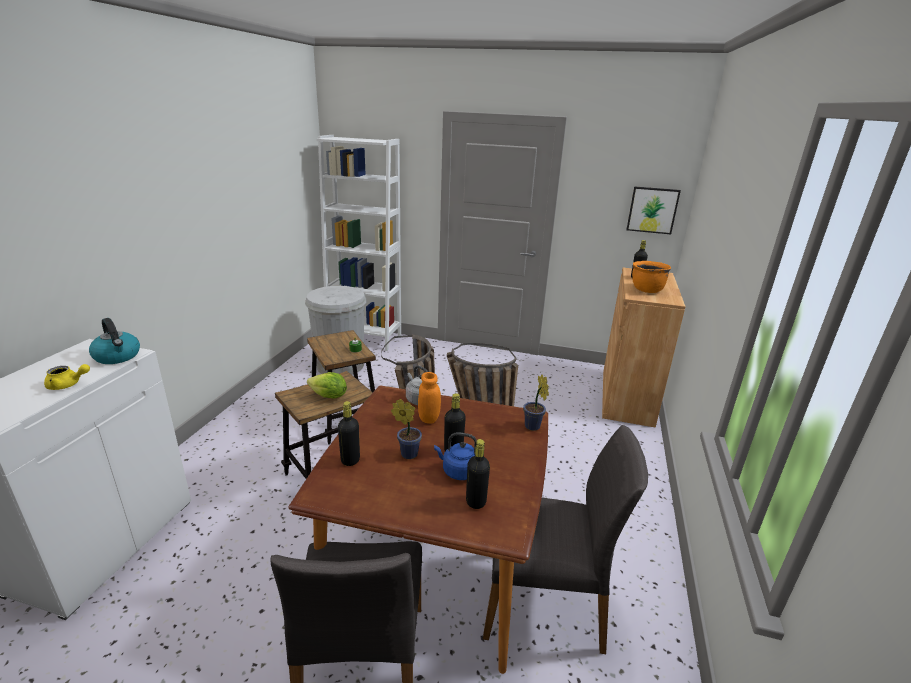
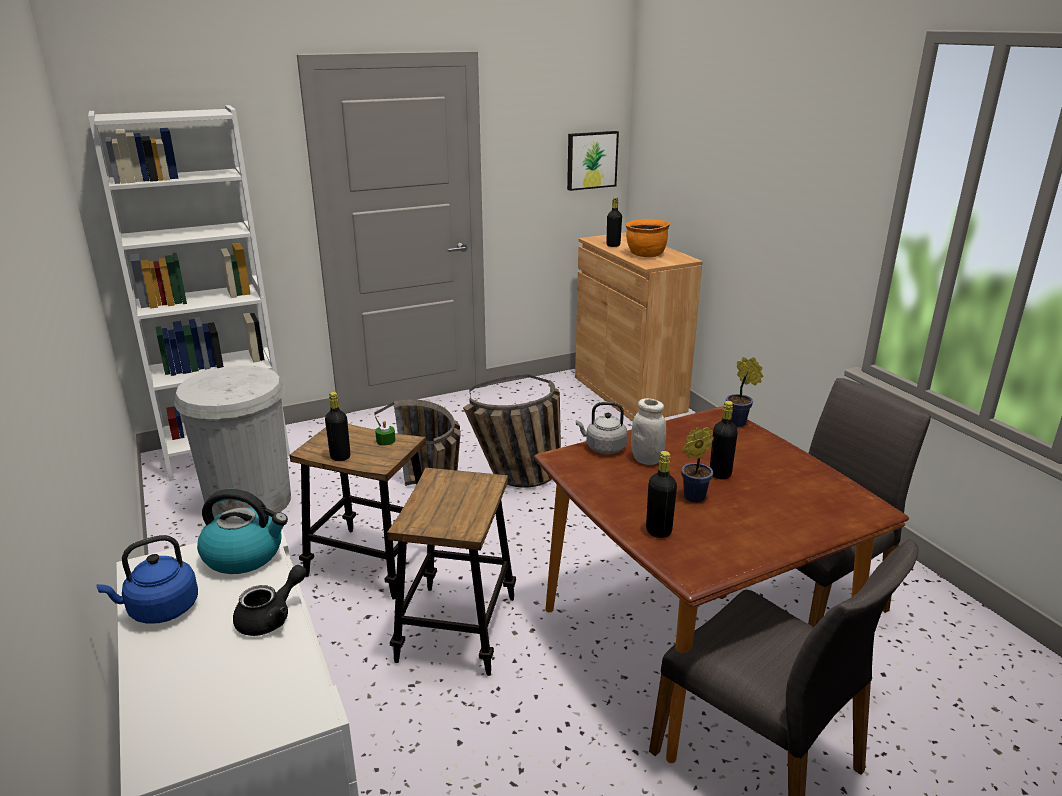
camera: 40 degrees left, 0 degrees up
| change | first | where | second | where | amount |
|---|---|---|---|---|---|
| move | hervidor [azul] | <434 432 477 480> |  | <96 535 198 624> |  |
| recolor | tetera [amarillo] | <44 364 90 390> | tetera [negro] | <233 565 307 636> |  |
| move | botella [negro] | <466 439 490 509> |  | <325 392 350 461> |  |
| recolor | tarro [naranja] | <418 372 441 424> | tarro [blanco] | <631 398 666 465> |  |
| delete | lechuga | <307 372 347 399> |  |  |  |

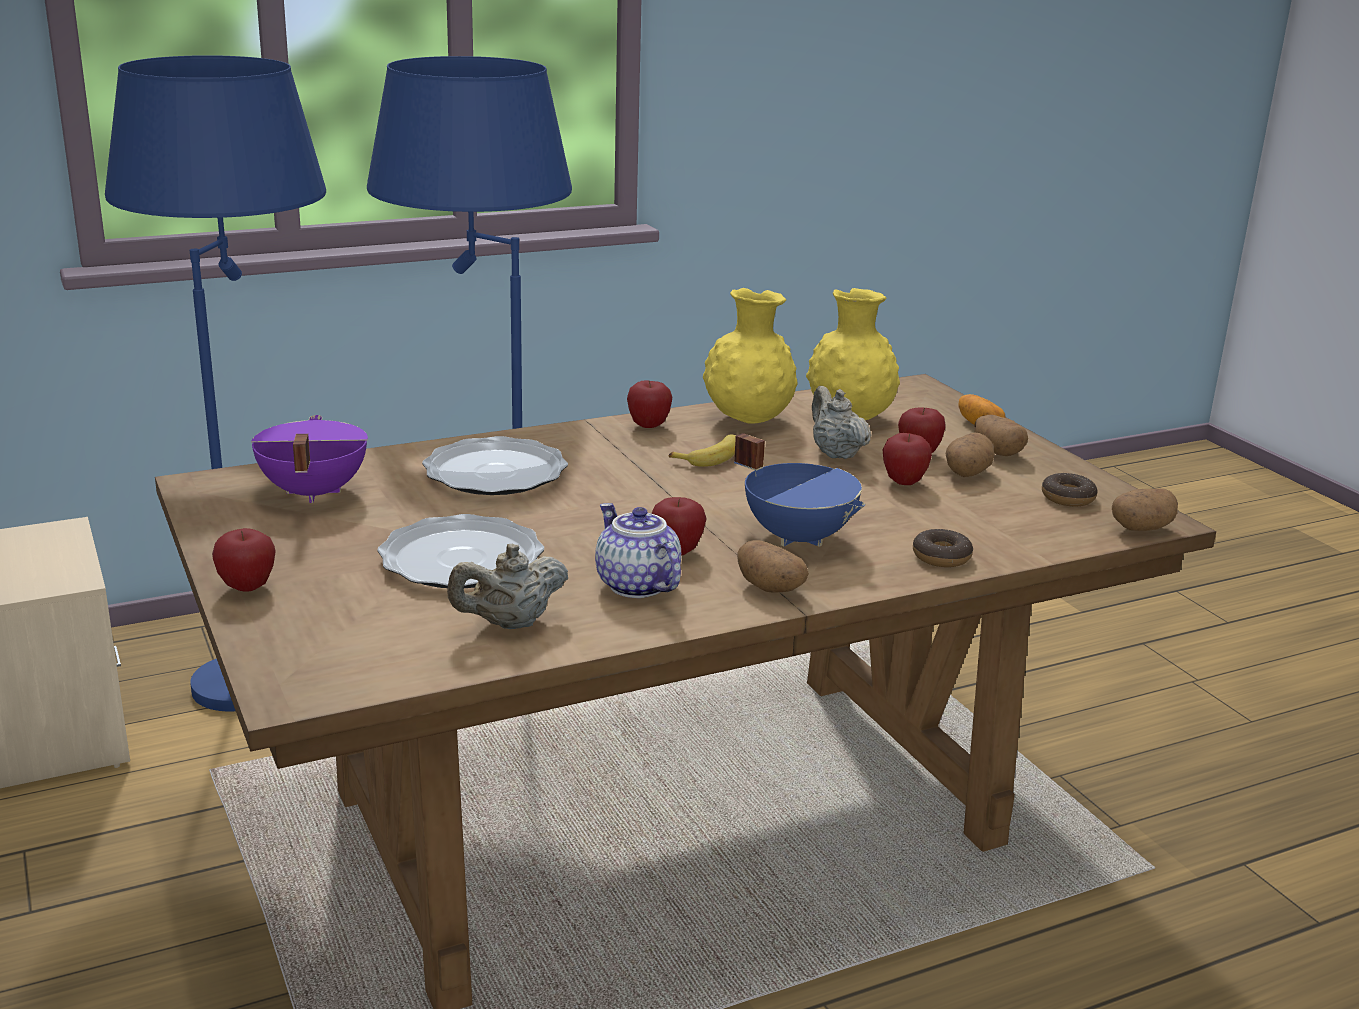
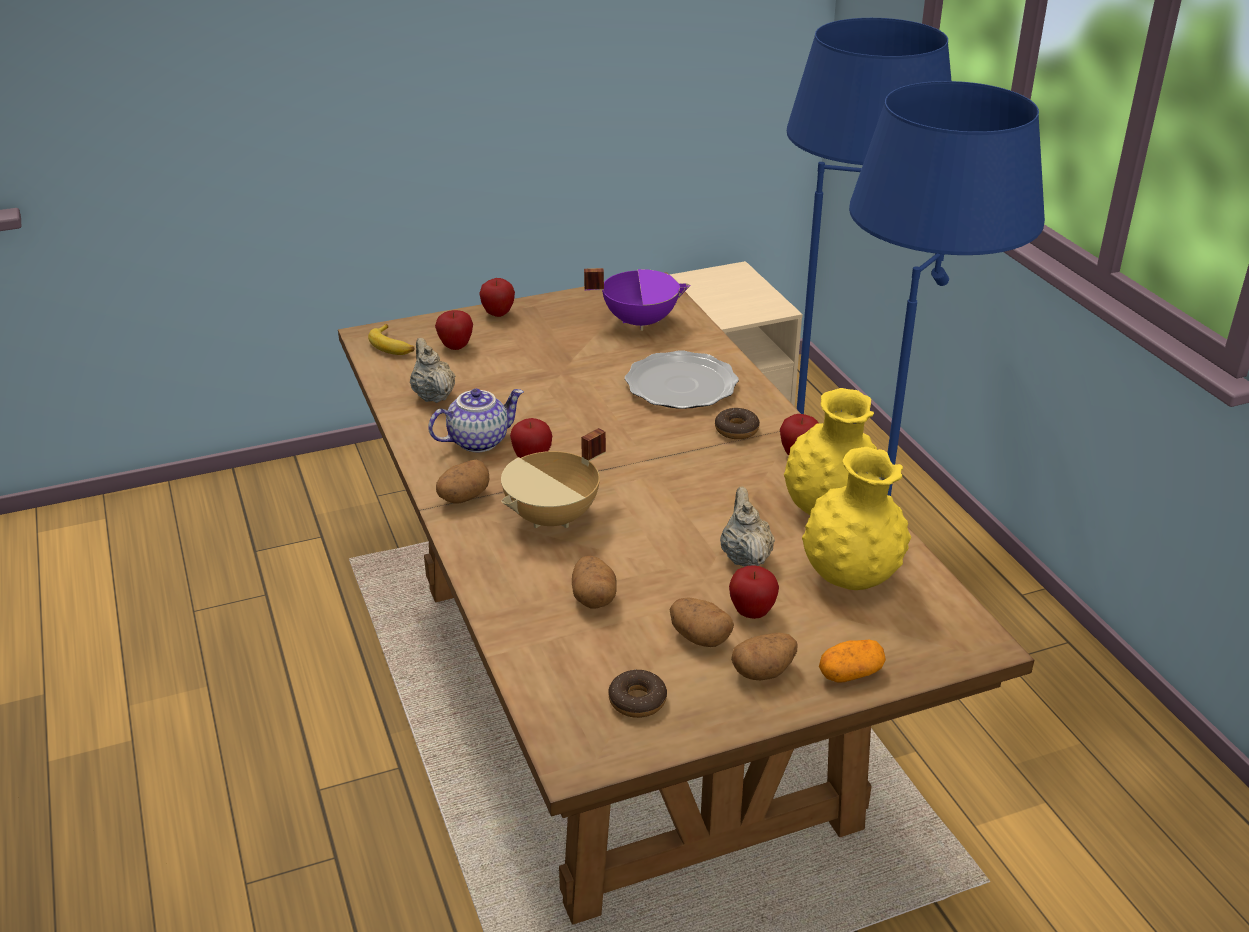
camera: 95 degrees right, 10 degrees up
| change | first | where | second | where | amount |
|---|---|---|---|---|---|
| move | plátano | <669 434 736 467> |  | <368 324 415 355> |  |
| move | manzana | <882 433 932 485> |  | <435 310 473 350> |  |
| recolor | olla [azul] | <734 433 865 547> | olla [beis] | <501 428 606 528> |  |
| move | patata | <1112 488 1178 531> |  | <572 555 617 609> |  |
| move | rosquilla | <913 529 973 567> |  | <715 408 760 439> |  |
| rotate | tetera [beis] | <812 386 871 459> |  | <720 486 775 567> | 75 degrees counterclockwise |
| delete | plato | <377 514 544 588> |  |  |  |

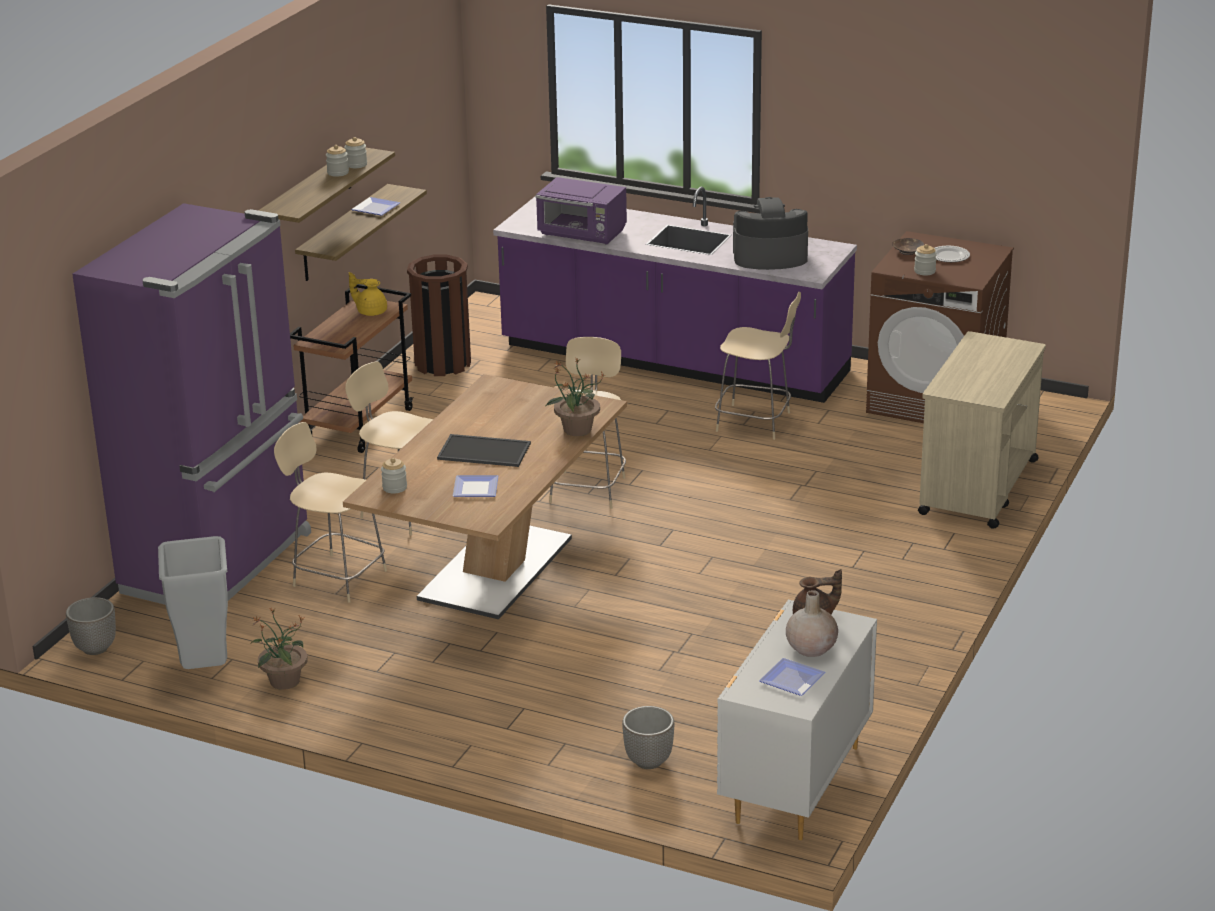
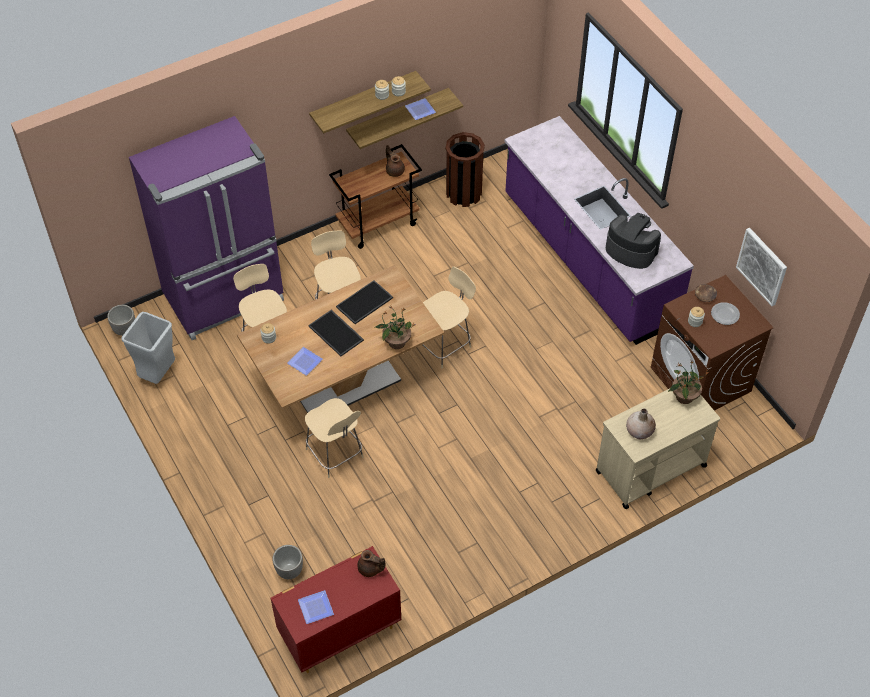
camera: 35 degrees right, 25 degrees up
| change | first | where | second | where | amount |
|---|---|---|---|---|---|
| recolor | cómoda [blanco] | <717 600 877 840> | cómoda [rojo] | <270 546 401 673> |  |
| move | silla [beis] | <715 292 801 440> |  | <305 398 363 478> |  |
| insert |  |  | bandeja | <336 280 393 324> |  |
| recolor | tetera [amarillo] | <349 272 387 316> | tetera [marrón] | <386 145 405 177> |  |
| move | florero [beis] | <786 590 838 657> |  | <626 408 656 440> |  |
| move | planta en maceta | <251 607 308 690> |  | <668 361 709 404> |  |
| insert |  |  | cuadro | <736 228 787 306> |  |
| delete | microondas [morado] | <535 177 627 244> |  |  |  |

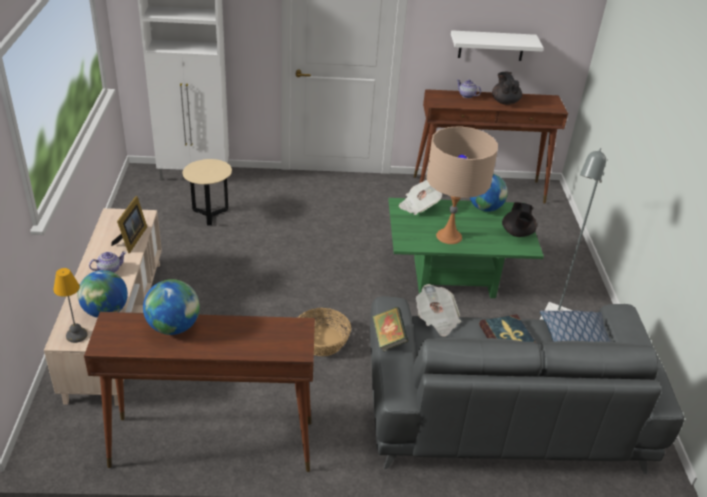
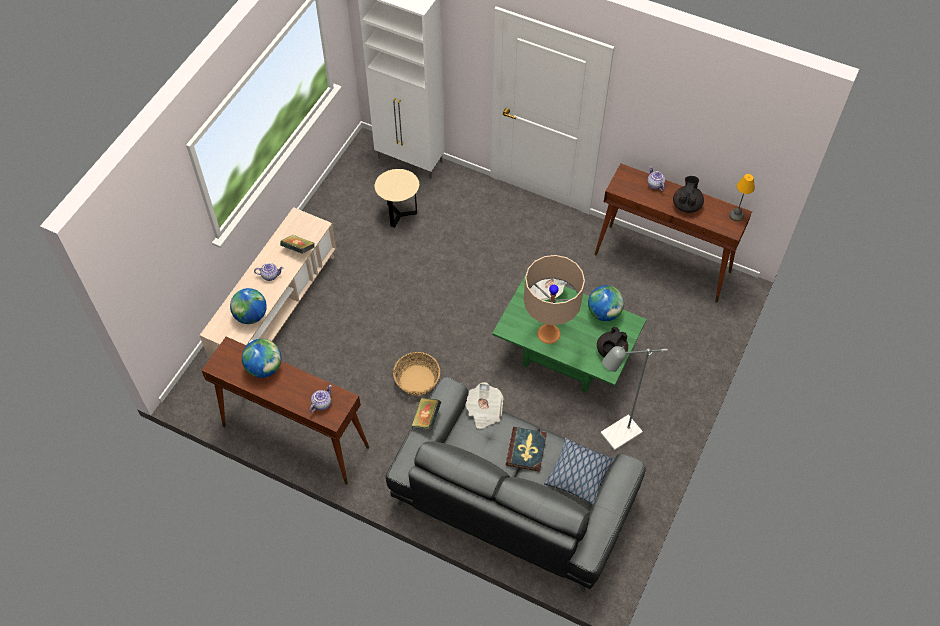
camera: 30 degrees right, 20 degrees up
| change | first | where | second | where | amount |
|---|---|---|---|---|---|
| replace | portarretratos | <111 196 147 253> | libro | <280 235 315 254> |  |
| insert |  |  | tetera | <310 385 332 412> |  |
| move | lámpara de mesa | <53 268 87 343> |  | <729 174 755 221> |  |
| delete | estante [blanco] | <451 30 544 61> |  |  |  |

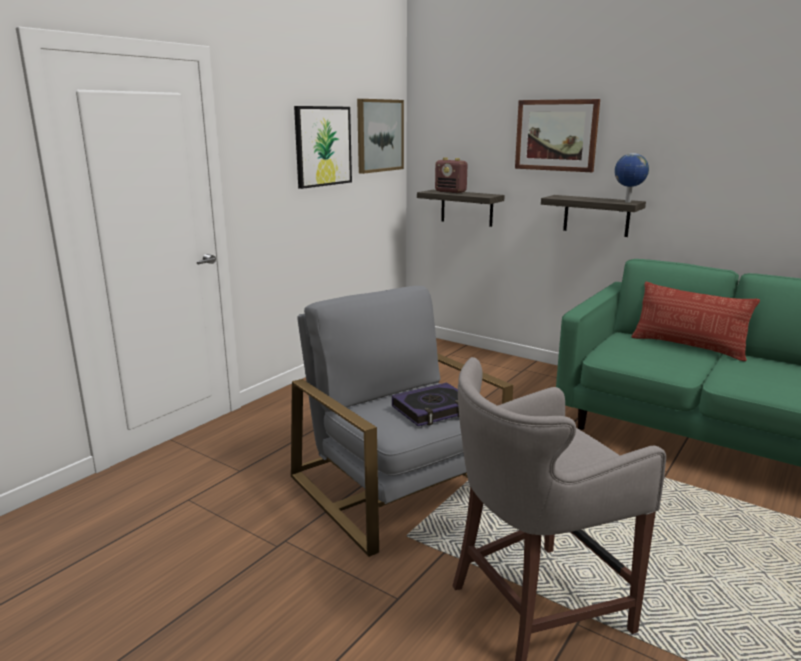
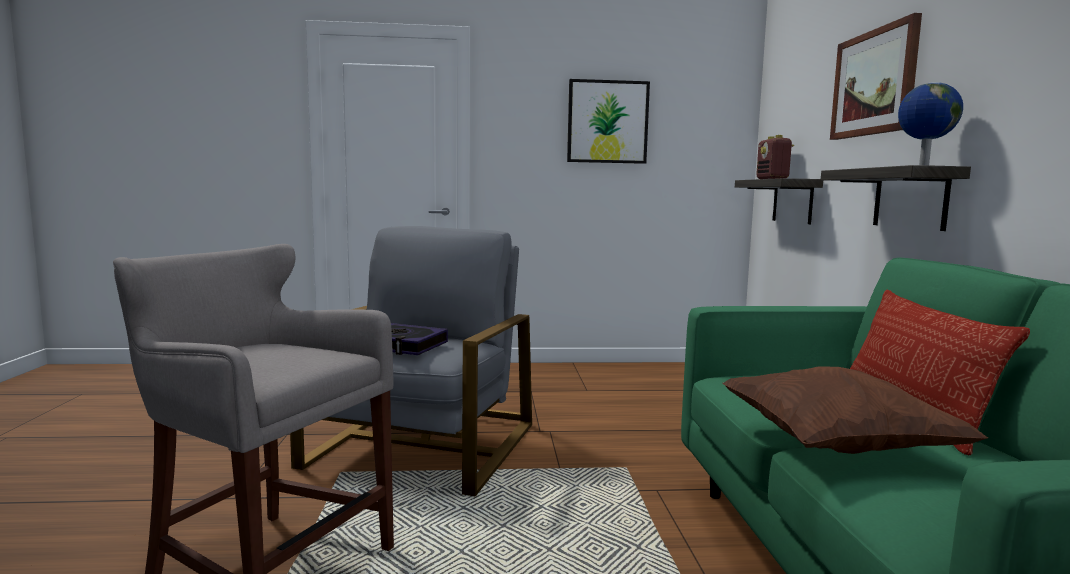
camera: 50 degrees right, 10 degrees down
| change | first | where | second | where | amount |
|---|---|---|---|---|---|
| insert |  |  | cojín [marrón] | <722 366 988 454> |  |
| delete | cuadro | <357 99 404 174> |  |  |  |

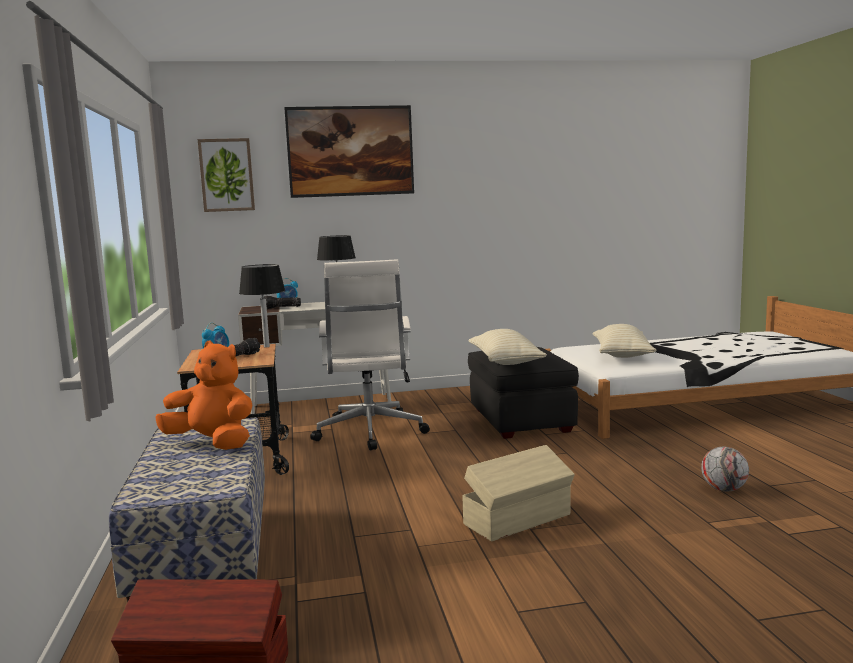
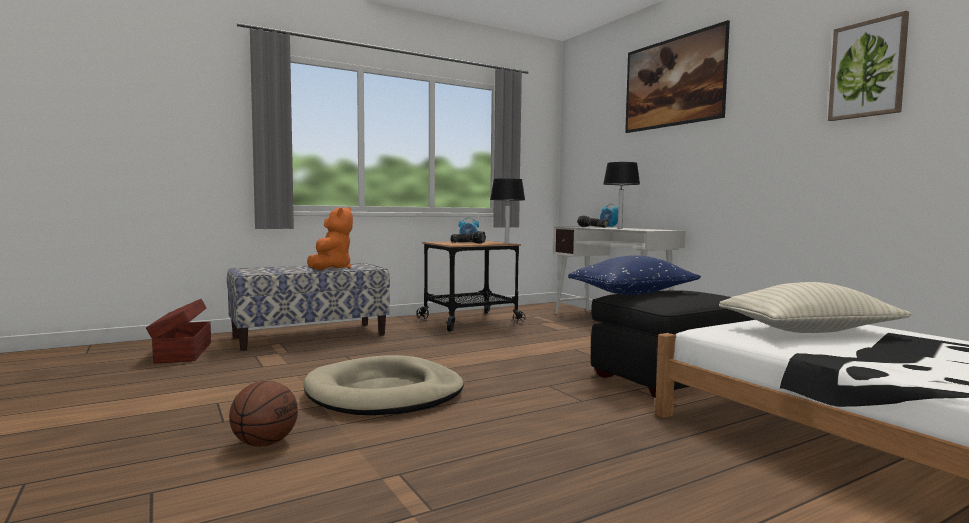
camera: 70 degrees right, 5 degrees down
| change | first | where | second | where | amount |
|---|---|---|---|---|---|
| insert |  |  | balón de baloncesto | <229 381 298 447> |  |
| replace | caja de almacenaje [beis] | <462 445 575 541> | cama para perro [beis] | <304 355 464 415> |  |
| recolor | cojín [beis] | <469 329 547 365> | cojín [azul] | <568 255 701 295> |  |
| move | cuadro | <198 138 255 212> |  | <828 11 909 121> |  |
| delete | silla de oficina [blanco] | <310 260 430 451> |  |  |  |
| delete | balón de fútbol | <701 447 749 492> |  |  |  |

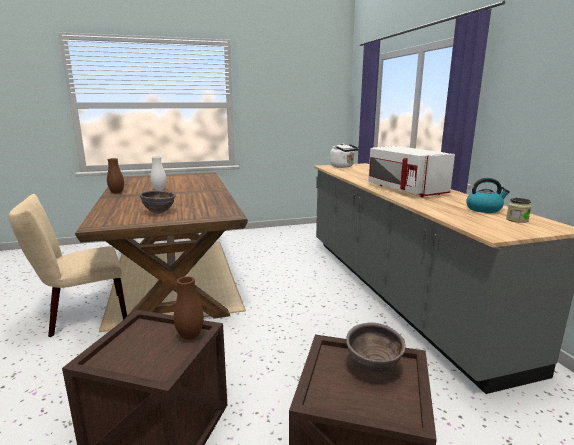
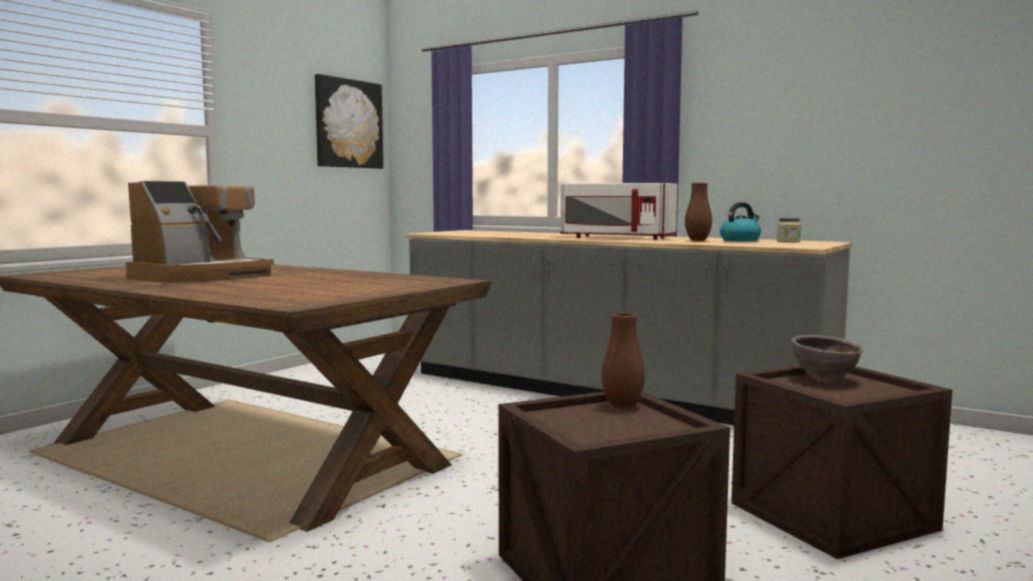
camera: 40 degrees left, 10 degrees down
| change | first | where | second | where | amount |
|---|---|---|---|---|---|
| replace | florero [blanco] | <150 156 166 190> | cafetera | <126 181 274 283> |  |
| insert |  |  | cuadro | <315 74 383 169> |  |
| move | florero [marrón] | <107 158 124 194> |  | <685 183 712 241> |  |
| delete | silla [beis] | <9 194 127 337> |  |  |  |
| delete | cuenco [marrón] | <139 190 176 214> |  |  |  |
| delete | hervidor [blanco] | <330 143 359 168> |  |  |  |

